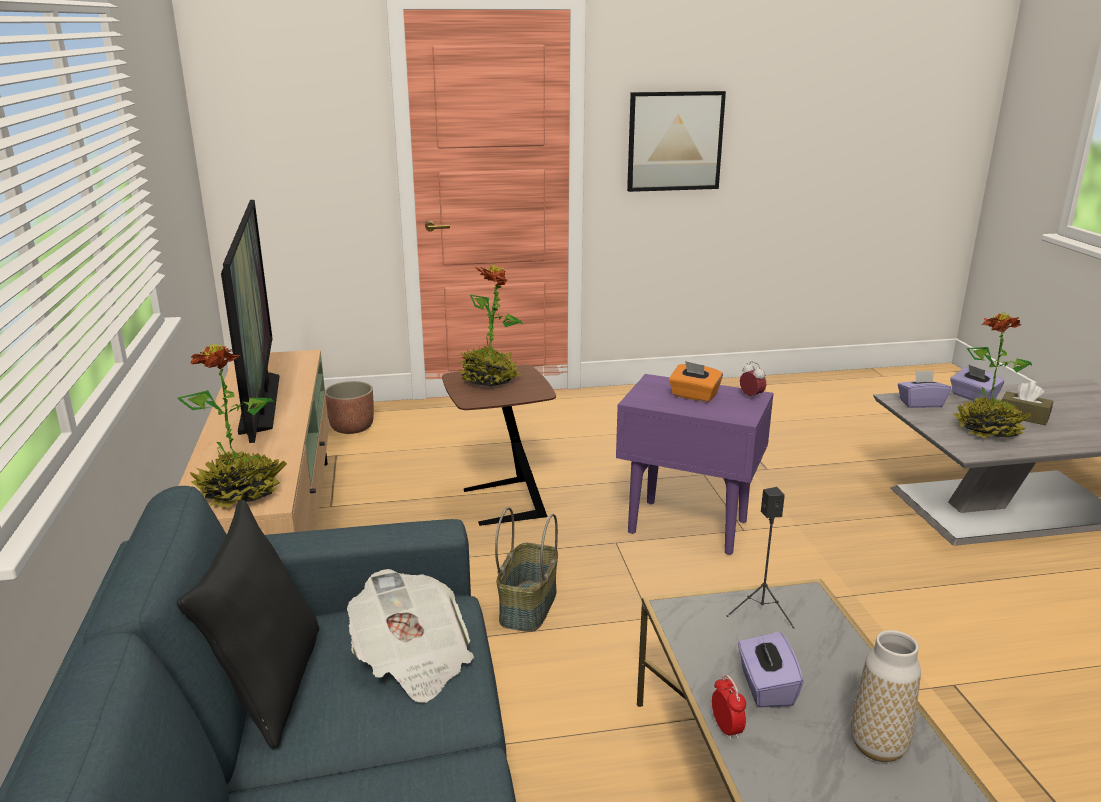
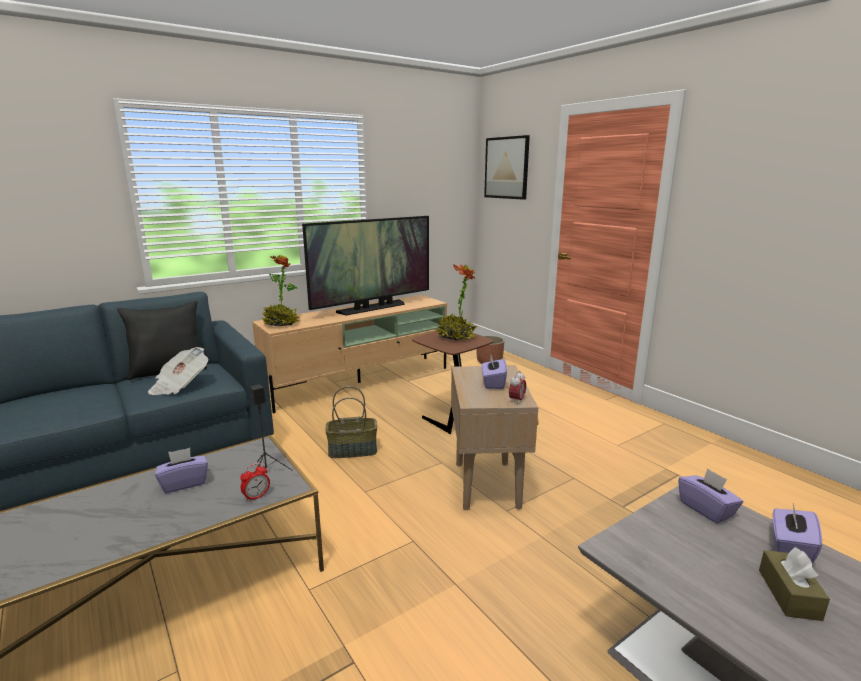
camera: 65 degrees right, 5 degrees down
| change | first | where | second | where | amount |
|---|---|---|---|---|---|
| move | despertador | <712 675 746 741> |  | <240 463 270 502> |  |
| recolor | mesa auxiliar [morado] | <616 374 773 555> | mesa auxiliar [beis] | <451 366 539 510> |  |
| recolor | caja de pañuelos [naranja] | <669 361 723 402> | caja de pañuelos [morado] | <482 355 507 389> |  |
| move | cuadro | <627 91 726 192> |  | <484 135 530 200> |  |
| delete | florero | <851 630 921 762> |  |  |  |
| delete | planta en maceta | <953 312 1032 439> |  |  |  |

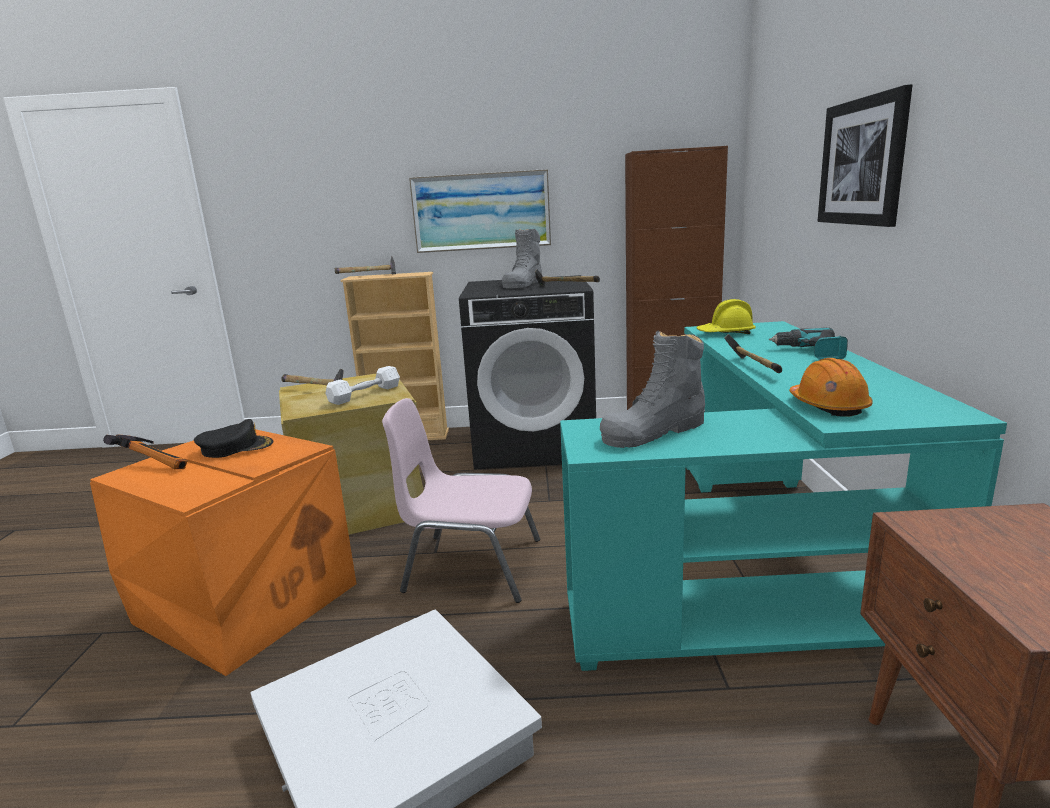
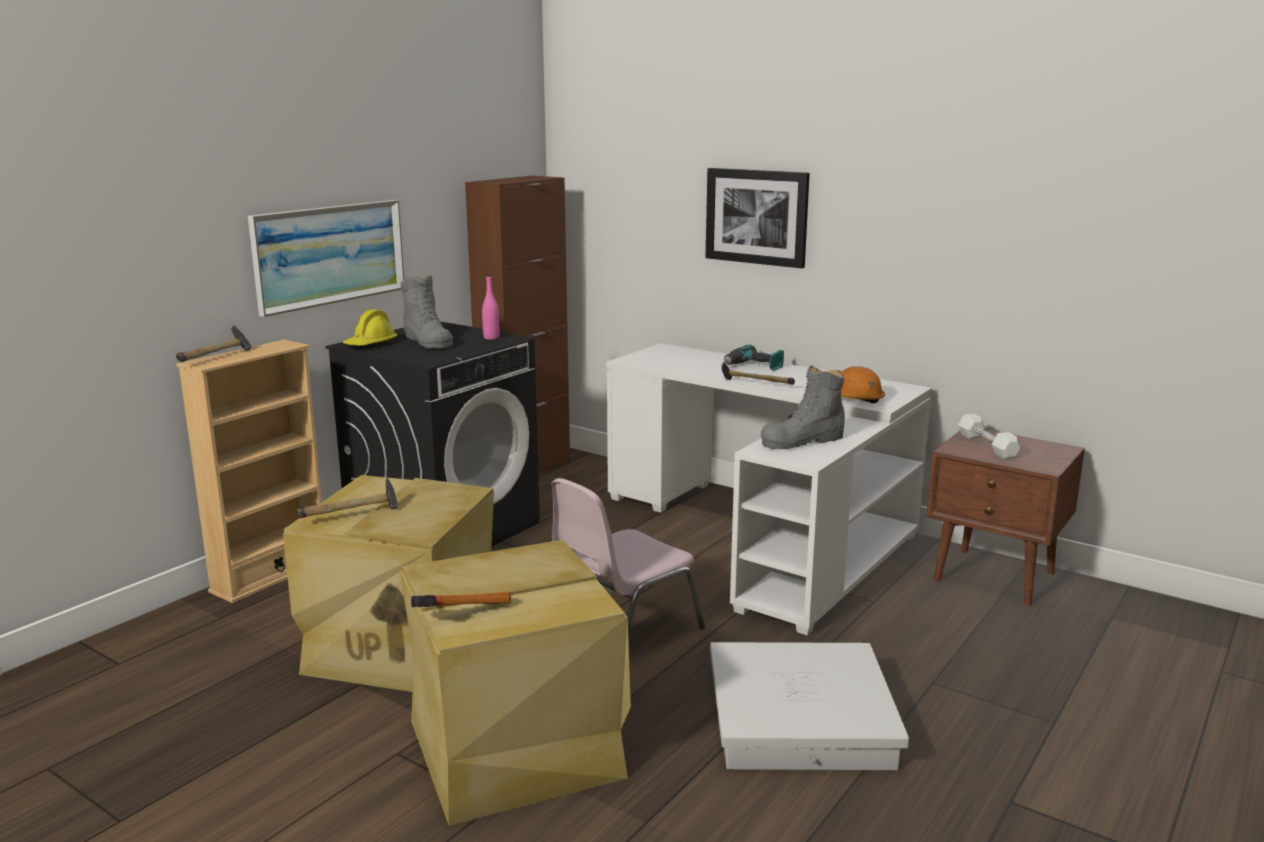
camera: 55 degrees left, 0 degrees up
| change | first | where | second | where | amount |
|---|---|---|---|---|---|
| move | casco [amarillo] | <696 299 756 334> |  | <343 309 397 346> |  |
| recolor | caja de almacenaje [naranja] | <90 429 356 676> | caja de almacenaje [beis] | <400 540 631 826> |  |
| replace | martillo | <535 268 600 286> | botella [rosa] | <482 275 499 340> |  |
| recolor | escritorio [turquesa] | <560 321 1007 671> | escritorio [blanco] | <607 343 932 635> |  |
| rotate | bota [gris] | <600 330 705 448> |  | <761 366 845 449> | 60 degrees clockwise |
| move | mancuerna [blanco] | <325 366 400 405> |  | <958 414 1020 459> |  |
| delete | gorra [negro] | <194 419 274 458> |  |  |  |

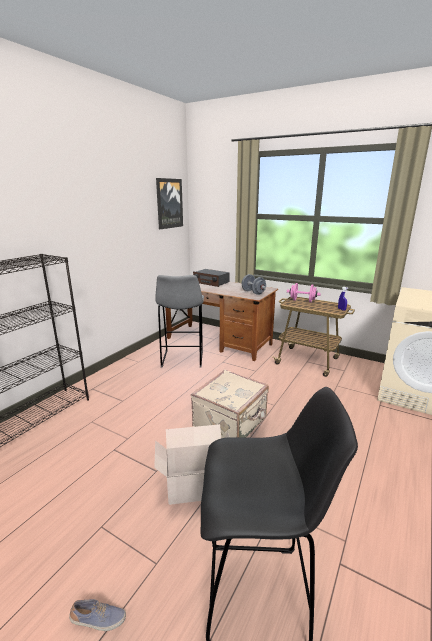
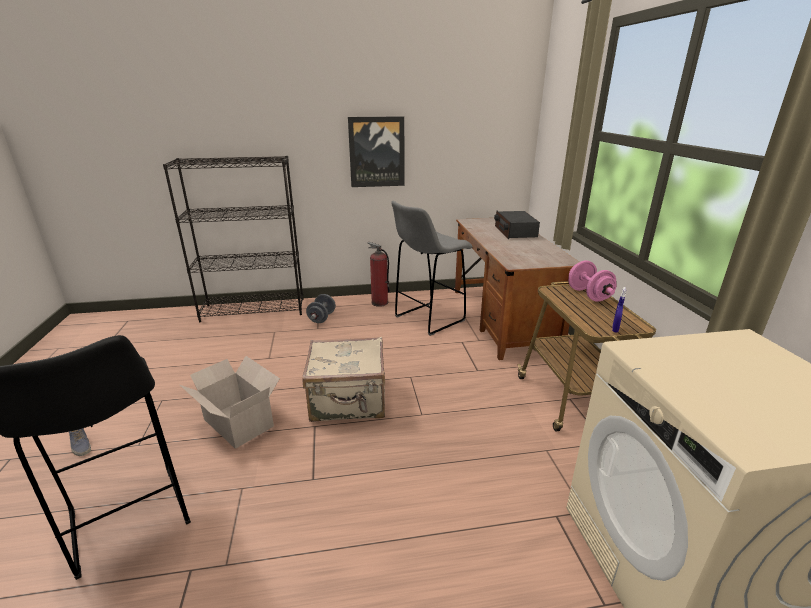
camera: 50 degrees right, 5 degrees up
| change | first | where | second | where | amount |
|---|---|---|---|---|---|
| move | mancuerna [gris] | <242 274 266 295> |  | <306 294 336 323> |  |
| move | cuadro | <156 178 183 229> |  | <348 116 404 187> |  |
| insert |  |  | extintor | <367 242 390 307> |  |

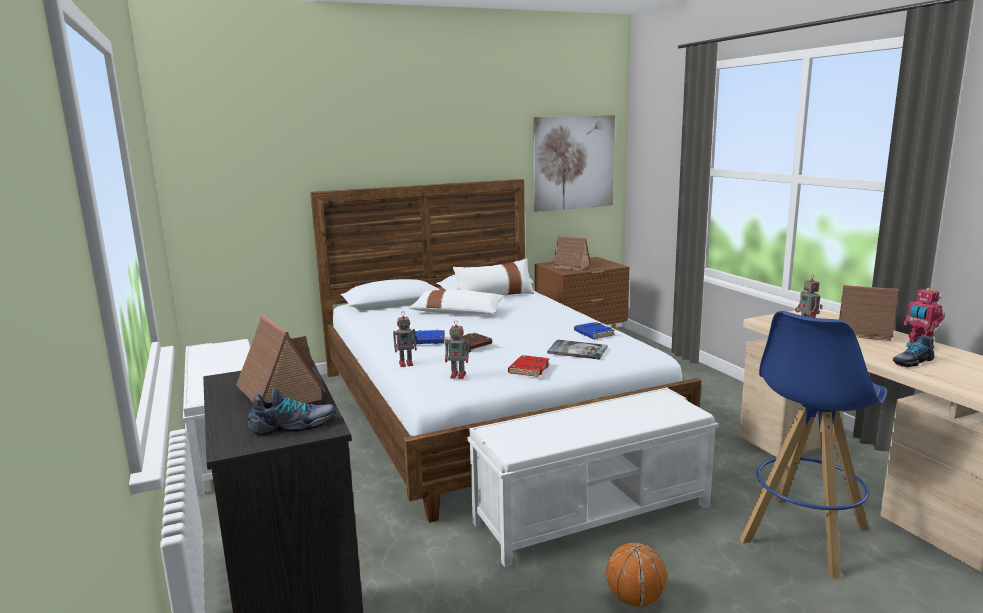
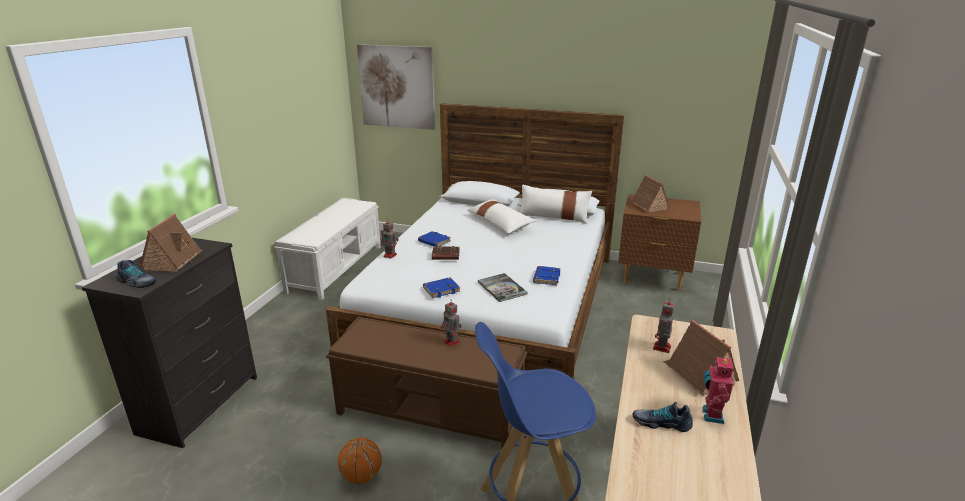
camera: 40 degrees right, 10 degrees up
| change | first | where | second | where | amount |
|---|---|---|---|---|---|
| recolor | banco [blanco] | <467 388 719 567> | banco [marrón] | <326 317 527 450> |  |
| move | cuadro | <533 115 615 212> |  | <357 44 435 130> |  |
| recolor | libro [rojo] | <508 355 550 377> | libro [azul] | <423 277 460 298> |  |
| move | robot de juguete | <445 320 471 379> |  | <441 299 462 347> |  |

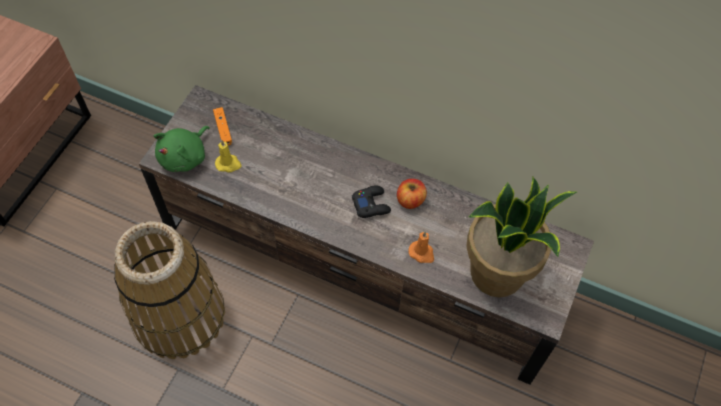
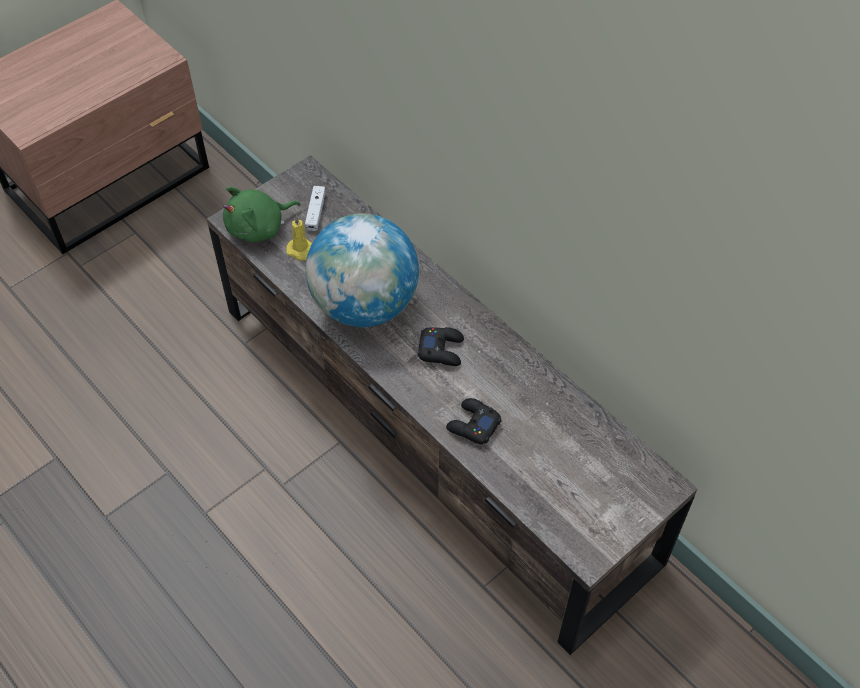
camera: 25 degrees right, 5 degrees down
| change | first | where | second | where | amount |
|---|---|---|---|---|---|
| recolor | mando de consola [naranja] | <213 107 232 145> | mando de consola [blanco] | <305 186 326 231> |  |
| insert |  |  | globo terráqueo | <306 213 419 327> |  |
| replace | vela [naranja] | <408 231 434 263> | mando de consola [negro] | <446 398 502 444> |  |
| delete | cesta | <114 221 225 359> |  |  |  |
| delete | manzana | <397 179 427 209> |  |  |  |
| delete | planta en maceta | <466 176 577 297> |  |  |  |

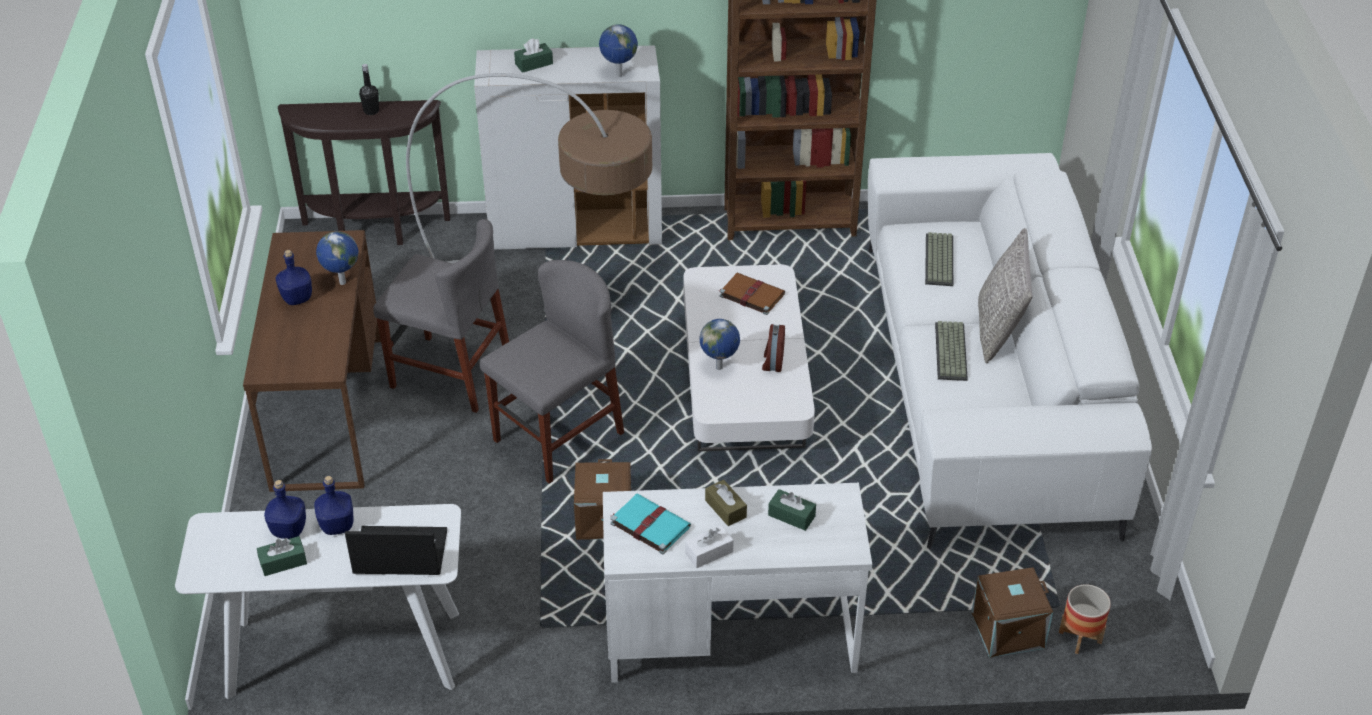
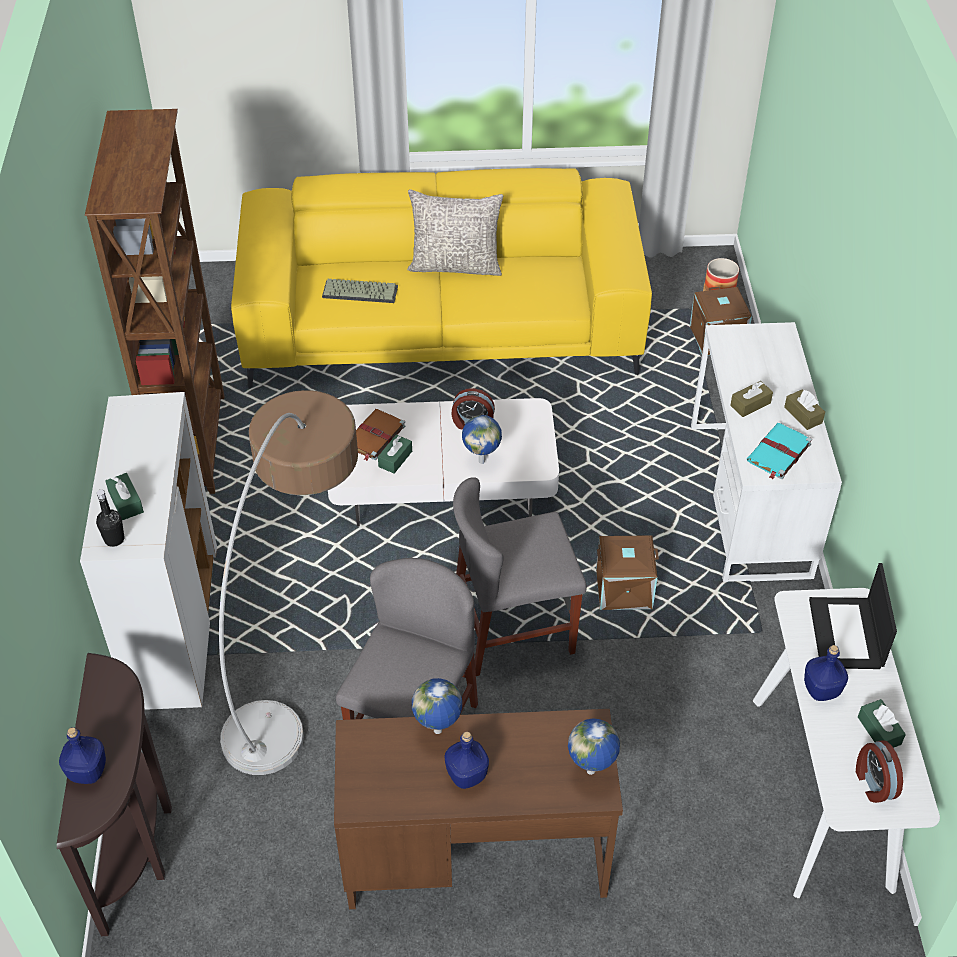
camera: 90 degrees left, 5 degrees up
| change | first | where | second | where | amount |
|---|---|---|---|---|---|
| move | botella [azul] | <264 480 306 539> |  | <59 727 106 784> |  |
| move | botella [negro] | <359 64 379 115> |  | <96 490 124 547> |  |
| recolor | sofá [blanco] | <868 153 1152 549> | sofá [amarillo] | <231 168 652 388> |  |
| move | caja de pañuelos [verde] | <768 489 816 531> |  | <378 435 412 474> |  |
| rotate | silla [gris] | <480 260 624 484> |  | <453 477 587 676> | 60 degrees counterclockwise |
| move | globo terráqueo | <599 24 638 77> |  | <568 719 620 775> |  |
| recolor | caja de pañuelos [blanco] | <685 525 734 568> | caja de pañuelos [marrón] | <784 390 825 430> |  |
| insert |  |  | despertador | <856 740 903 803> |  |
| delete | teclado | <935 321 968 381> |  |  |  |

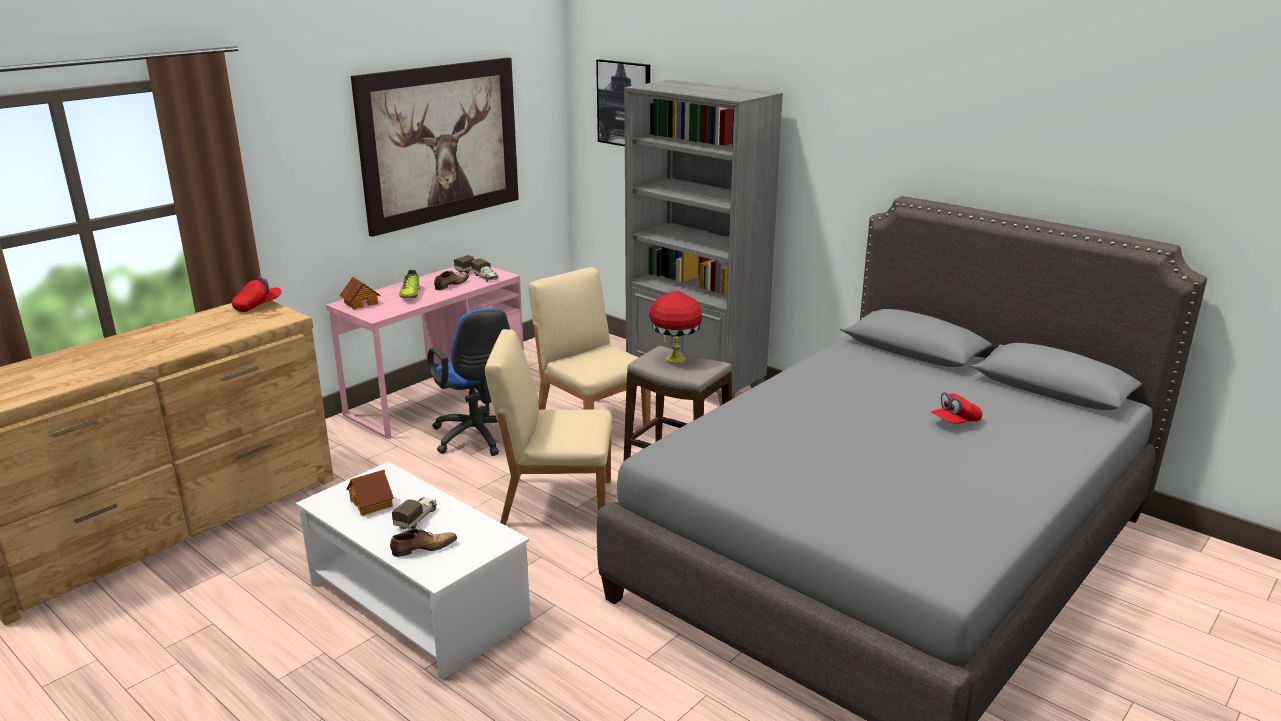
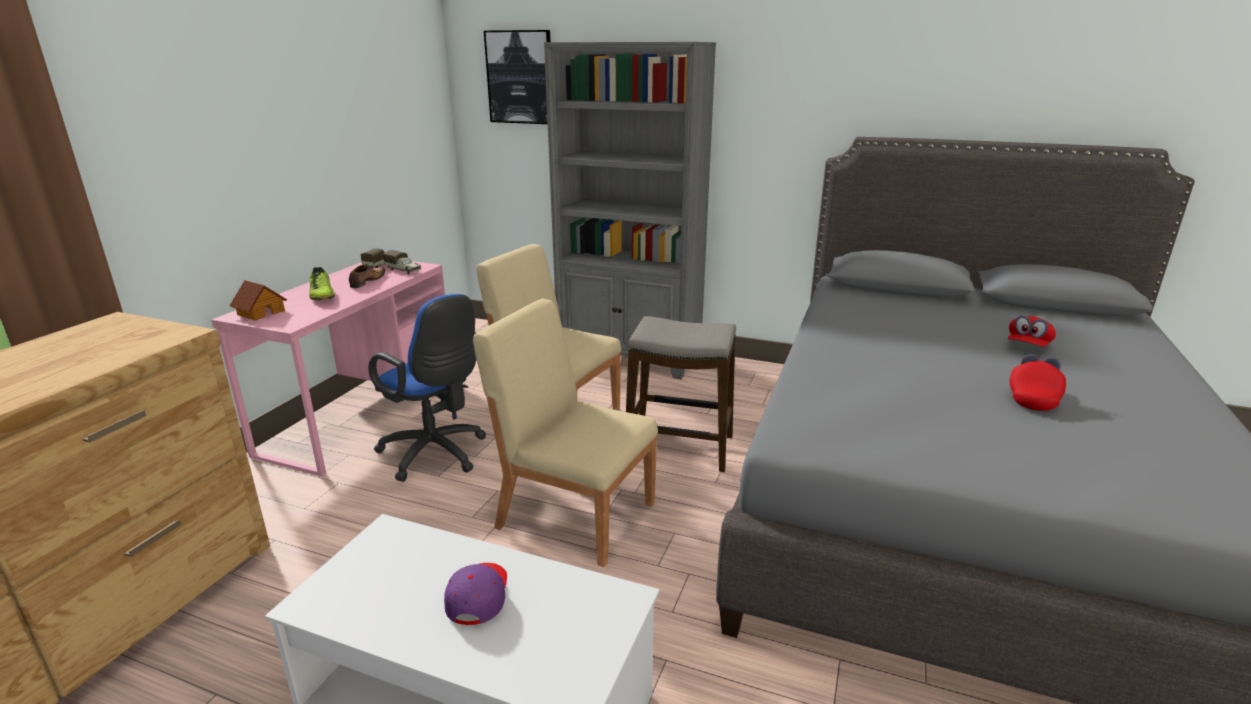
camera: 20 degrees left, 0 degrees up
| change | first | where | second | where | amount |
|---|---|---|---|---|---|
| replace | camión de juguete | <392 497 437 530> | gorra [morado] | <444 563 507 625> |  |
| rotate | silla [beis] | <485 329 613 526> |  | <473 299 658 567> | 45 degrees clockwise |
| move | gorra [rojo] | <232 276 281 312> |  | <1010 354 1066 411> |  |
| delete | casita | <347 470 394 516> |  |  |  |
| delete | cuadro | <351 58 519 237> |  |  |  |
| delete | zapato | <390 529 457 557> |  |  |  |
| delete | lámpara de mesa [rojo] | <649 291 702 363> |  |  |  |

